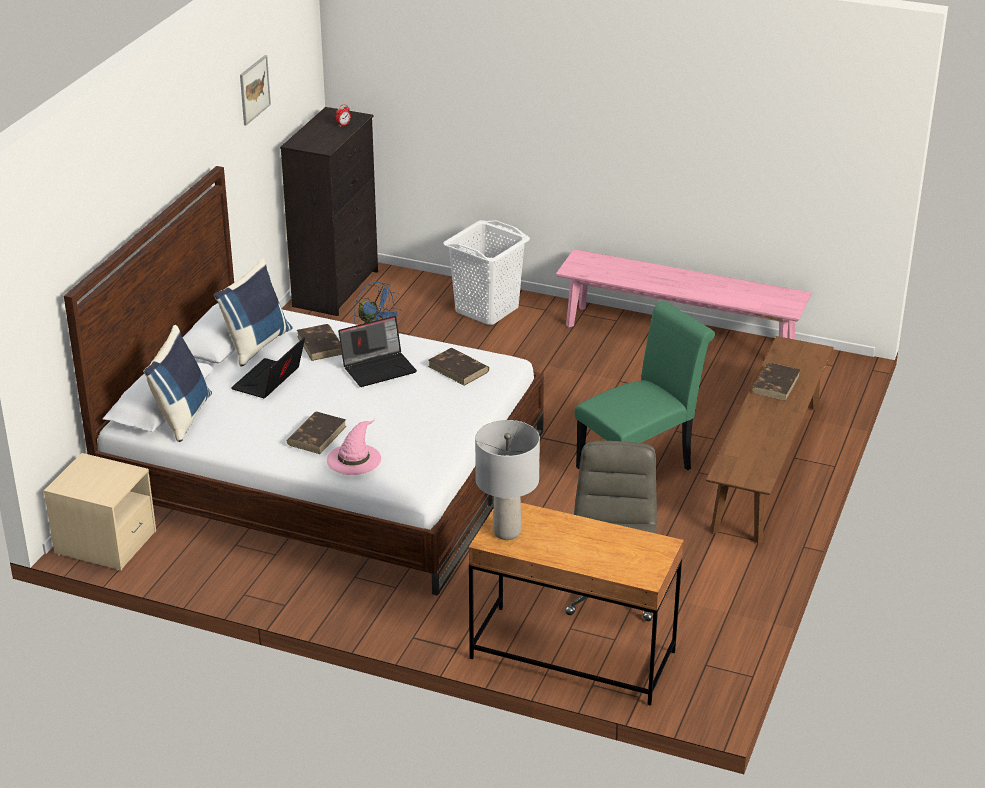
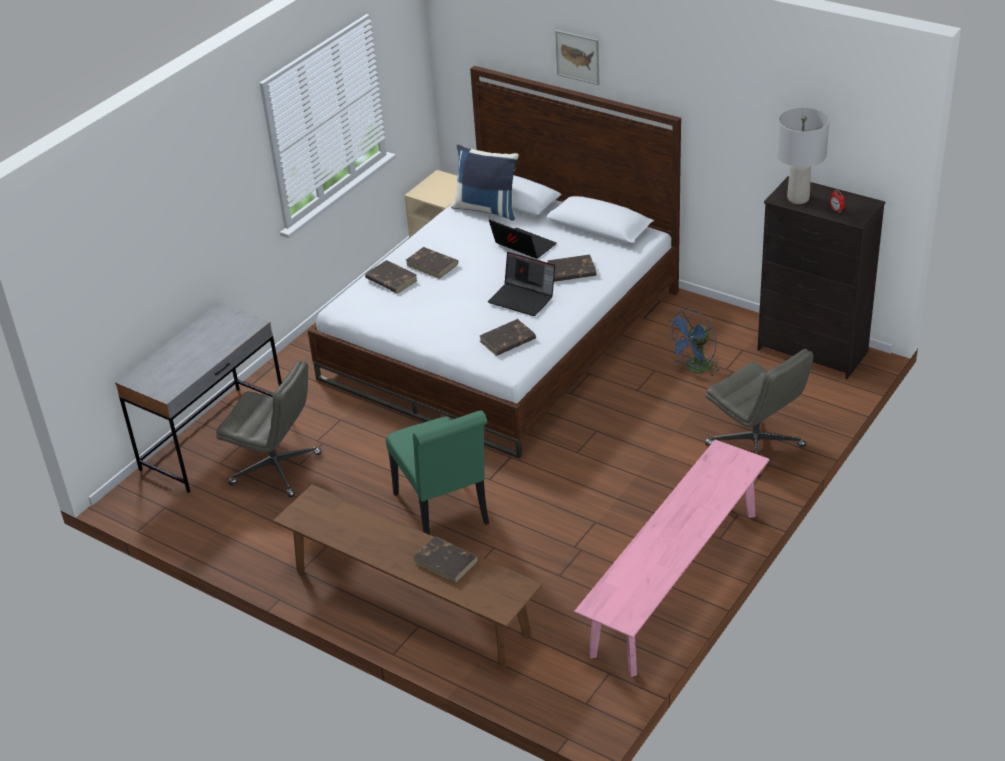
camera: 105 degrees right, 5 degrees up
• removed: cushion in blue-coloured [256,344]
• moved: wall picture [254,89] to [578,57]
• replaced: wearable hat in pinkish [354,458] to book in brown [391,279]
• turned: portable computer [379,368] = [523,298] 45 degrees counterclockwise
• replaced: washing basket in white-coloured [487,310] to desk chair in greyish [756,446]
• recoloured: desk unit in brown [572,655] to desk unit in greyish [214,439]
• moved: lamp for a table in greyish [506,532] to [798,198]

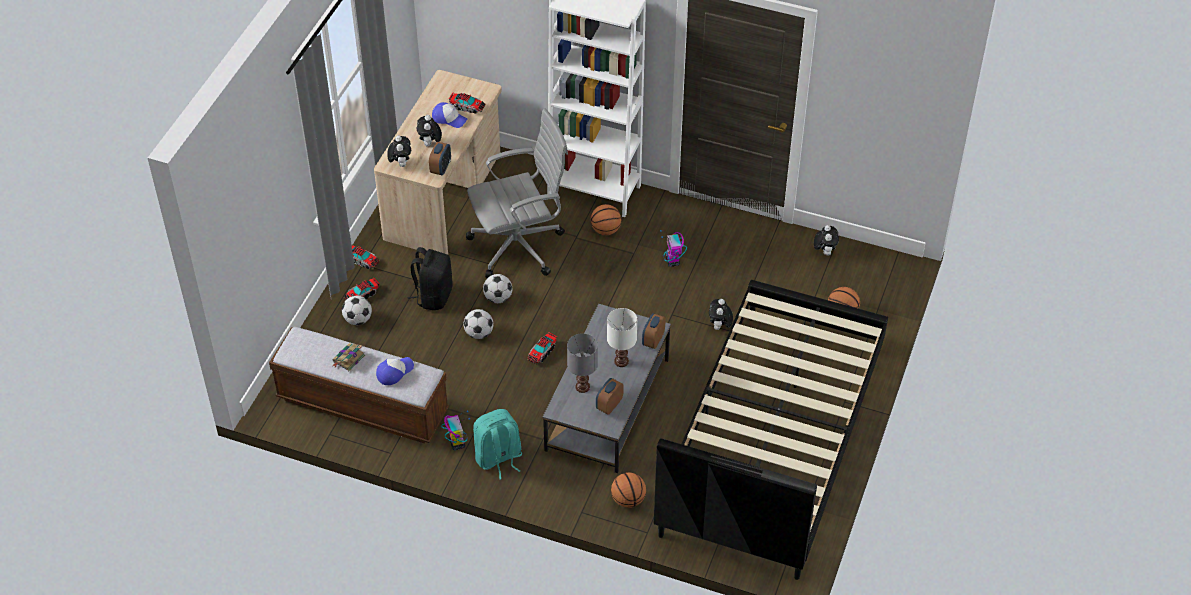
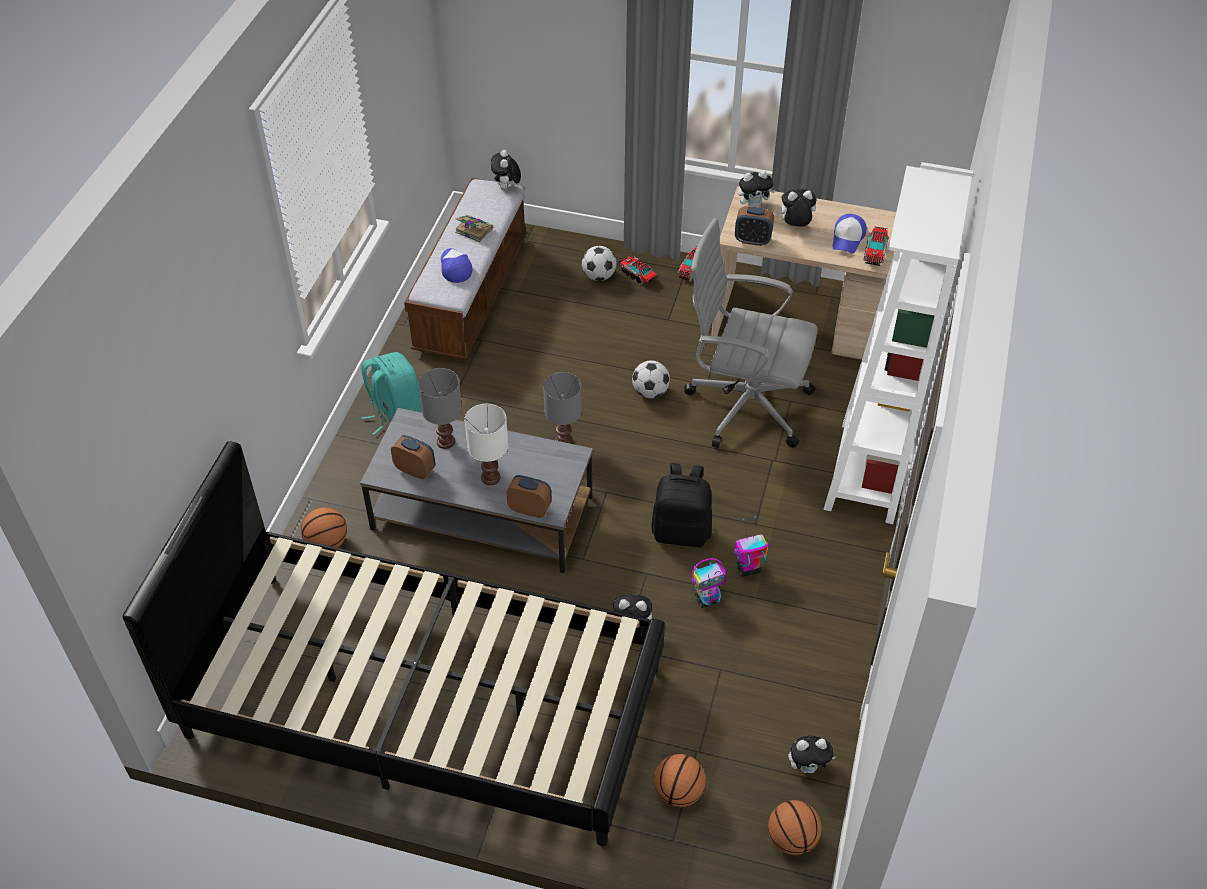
camera: 85 degrees right, 0 degrees up
• turned: baseball cap [394,372] = [455,268] 150 degrees counterclockwise
• moved: rucksack in blackish [433,296] to [681,531]
• moved: model robot [457,443] to [707,599]
• removed: football ball [479,333]
• turned: desk chair in greyish [520,246] = [745,405] 135 degrees clockwise
• replaced: toy lorry [542,352] to lamp for a table in greyish [564,441]
• moved: ball for basketball [605,230] to [791,839]
• added: plush toy [506,188]

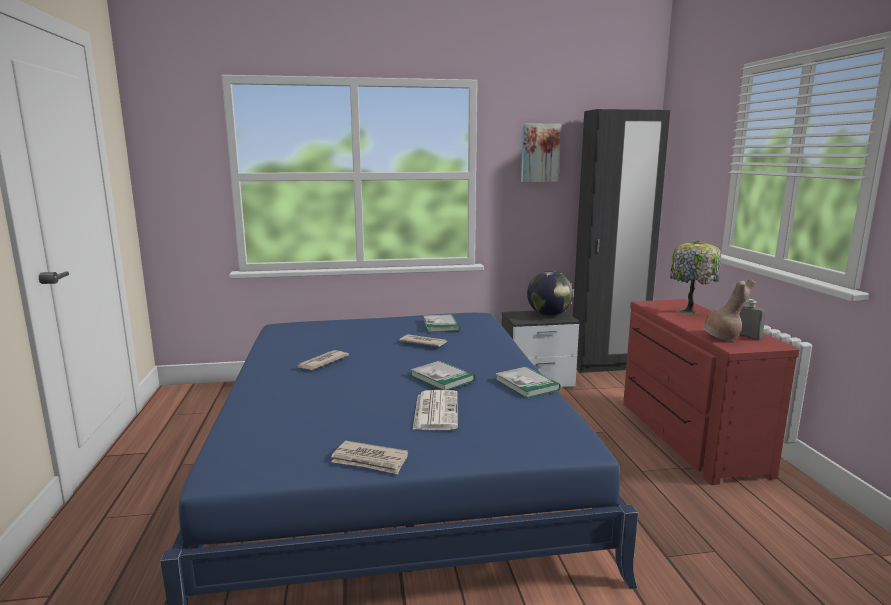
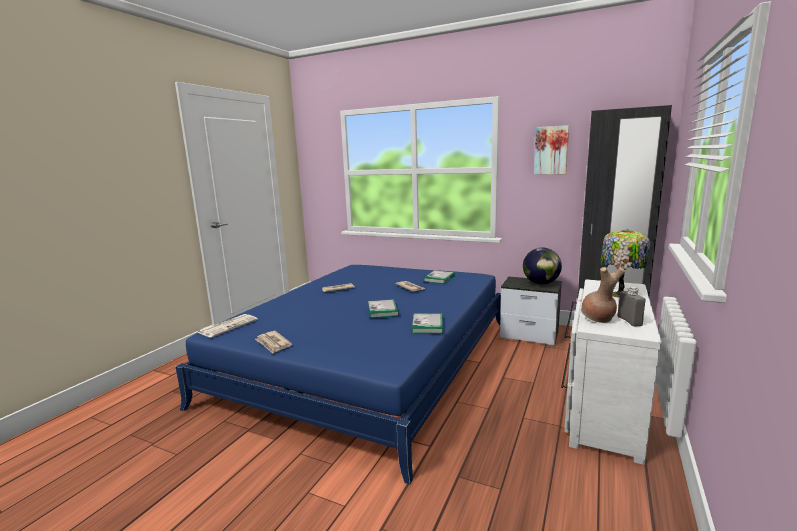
camera: 35 degrees right, 0 degrees up
• moved: printed paper [435,410] to [228,326]
• recoloured: drawer chest in red [686,437] to drawer chest in white-coloured [601,406]

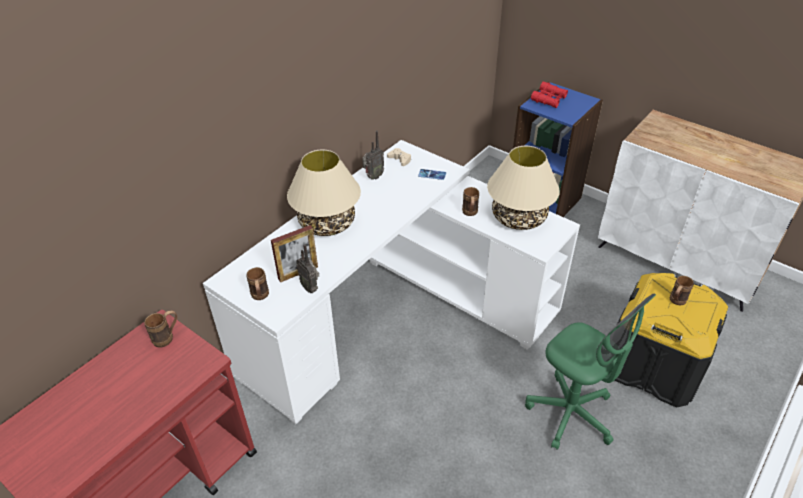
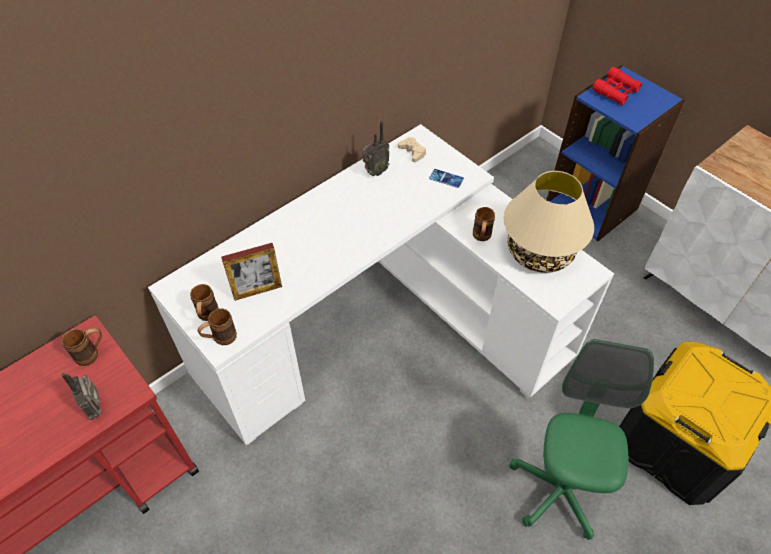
camera: 10 degrees right, 10 degrees up
• removed: lamp for a table in beige [327,223]
• moved: radio [310,287] to [97,407]
• turned: desk chair in greenish [571,414] = [560,489] 135 degrees counterclockwise
• moved: mug in brown [675,302] to [220,339]

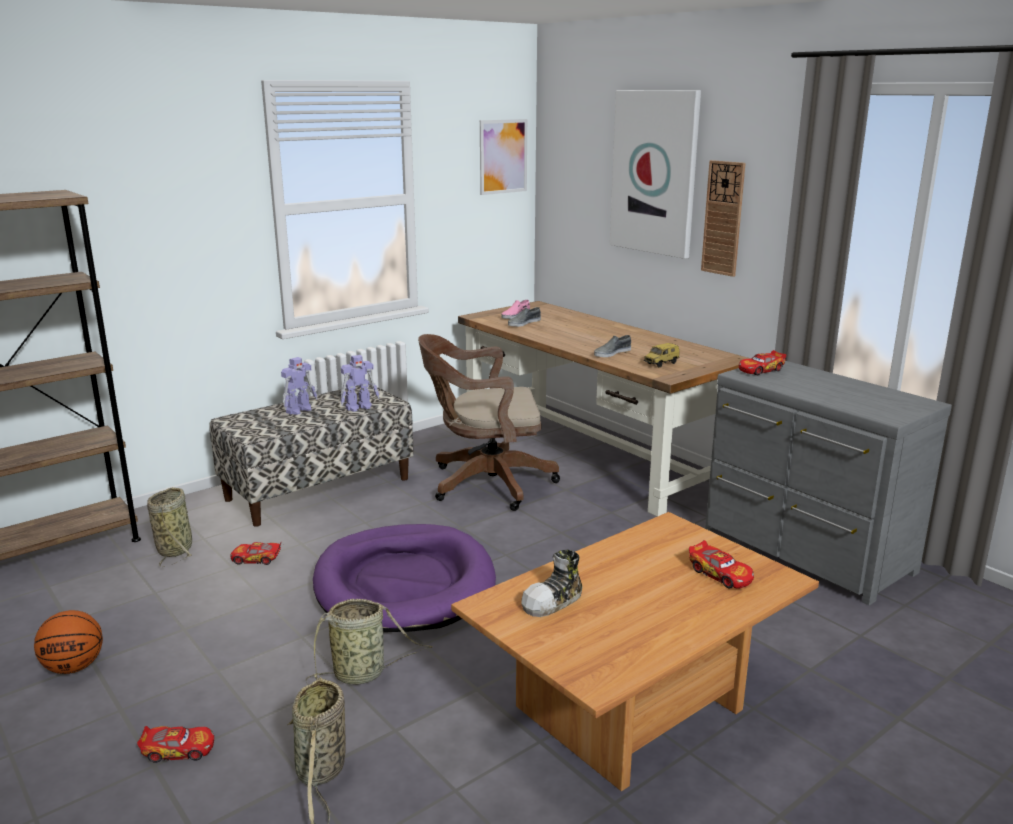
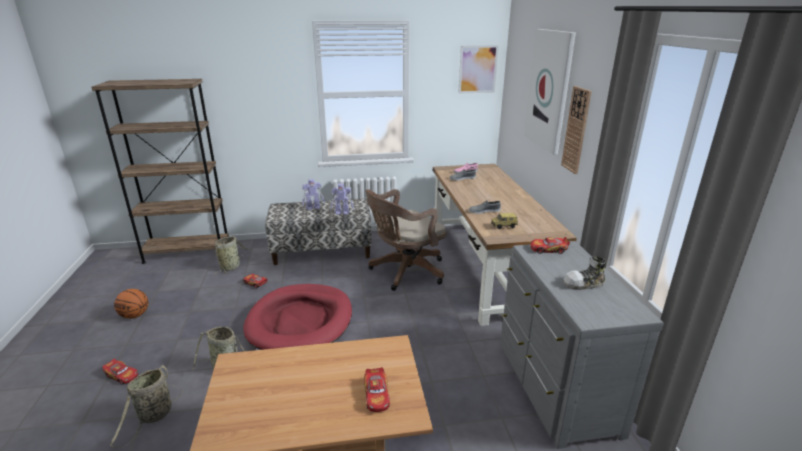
camera: 30 degrees right, 5 degrees up
• recoloured: dog cushion in purplish [404,584] to dog cushion in red [300,322]
• turned: desk chair in brown [485,483] = [404,272] 60 degrees counterclockwise
• moved: low shoe [553,601] to [584,284]

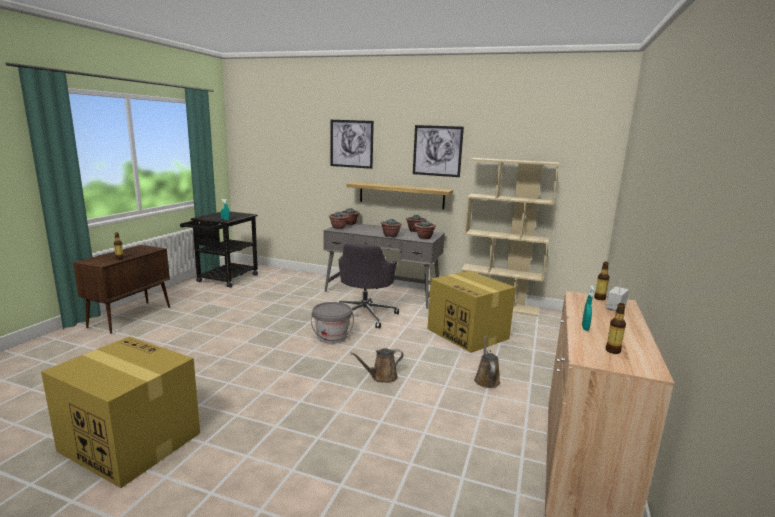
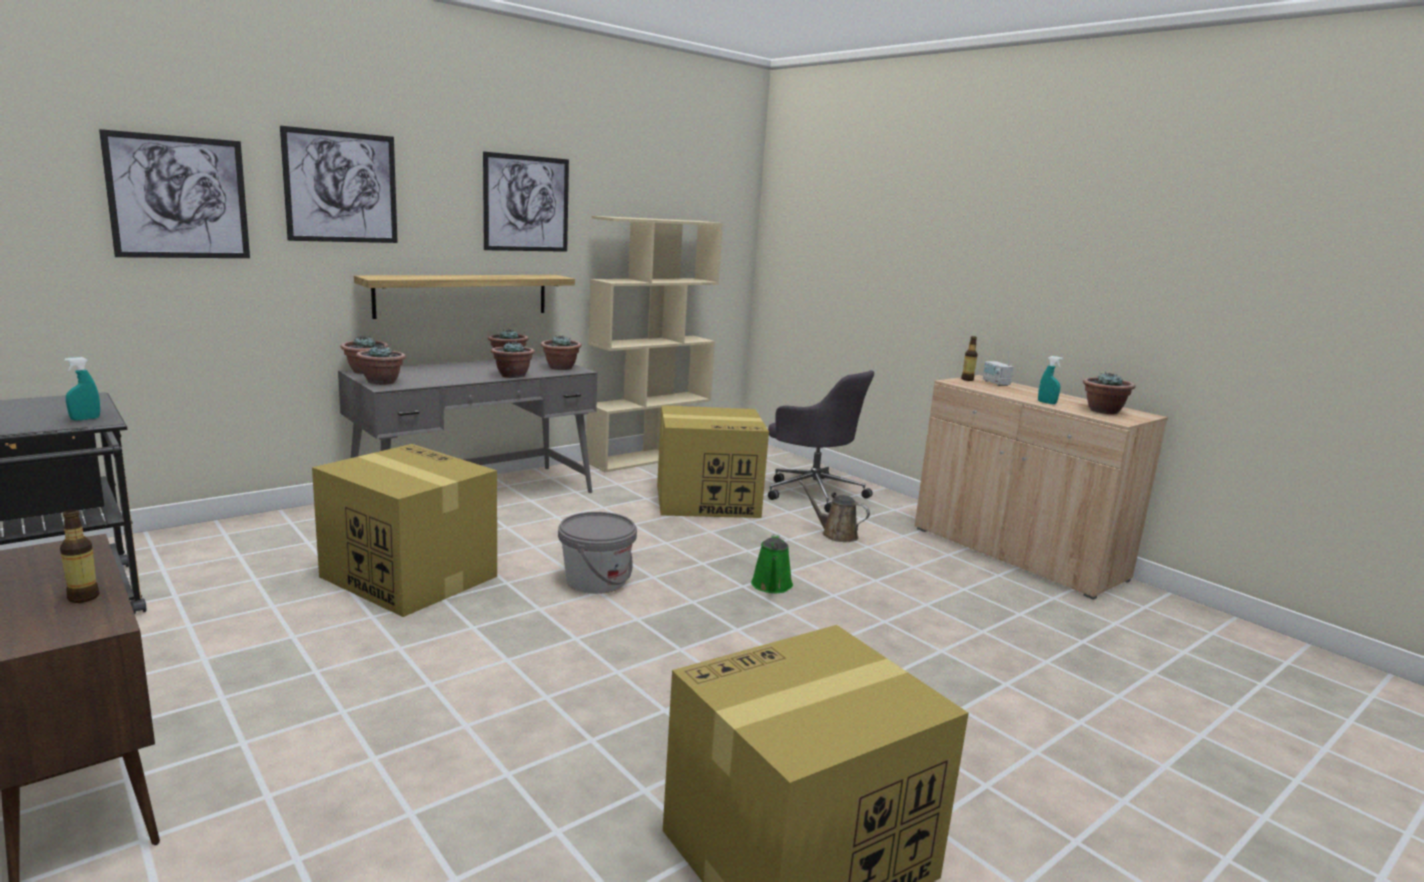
camera: 60 degrees left, 0 degrees up
• moved: desk chair in greyish [365,315] to [813,492]
• recoloured: watering pot in brown [381,377] to watering pot in greenish [771,586]
• replaced: drink bottle [612,351] to potted plant [1103,411]
• added: wall picture [179,197]
• added: packing box [407,576]

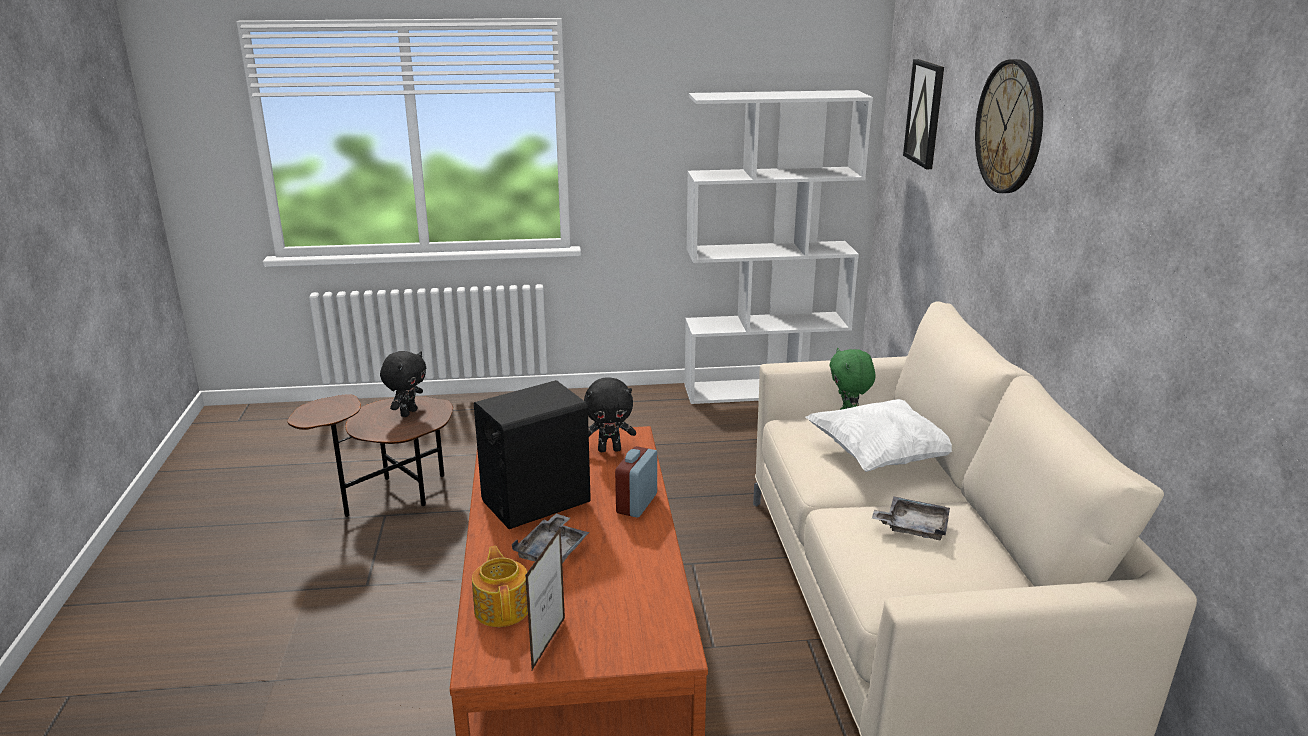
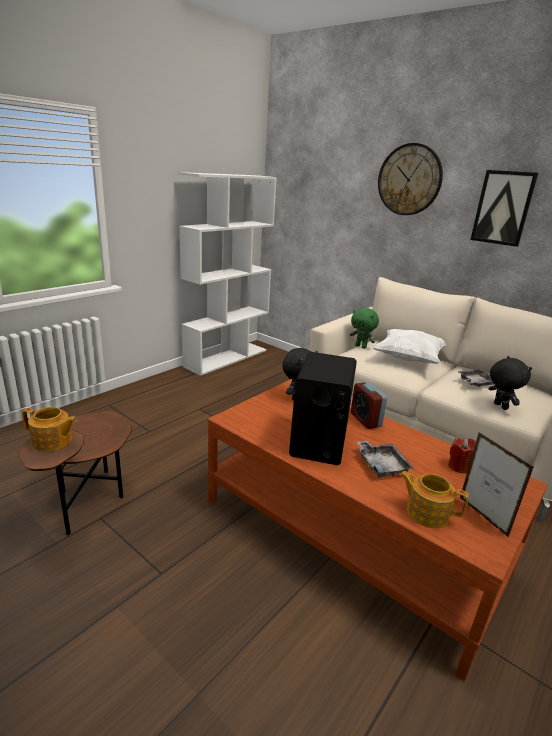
camera: 45 degrees left, 0 degrees up
• moved: plush toy in blackish [408,413] to [499,406]
• moved: wall picture [925,113] to [503,208]
• added: teapot [52,441]
• added: wax light in red [459,467]

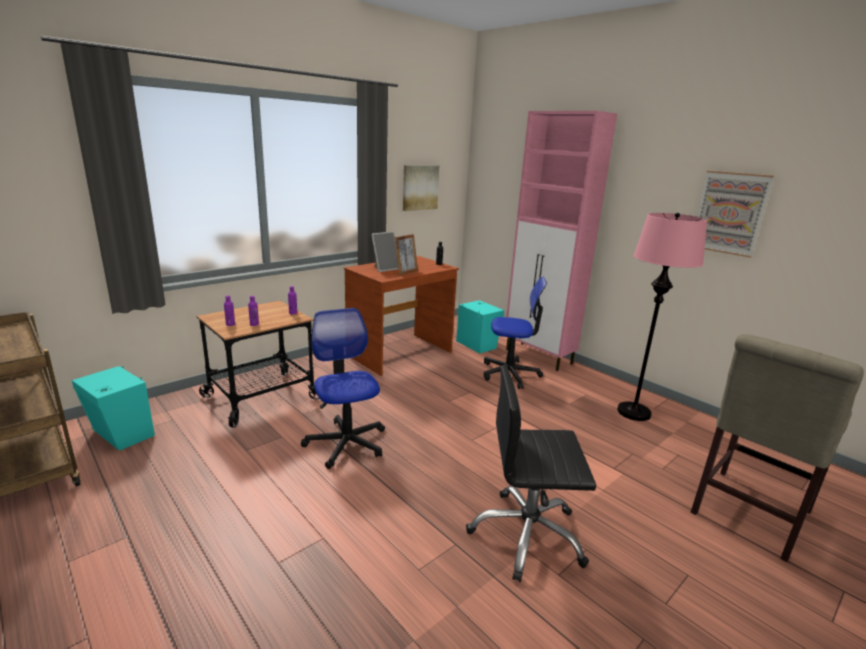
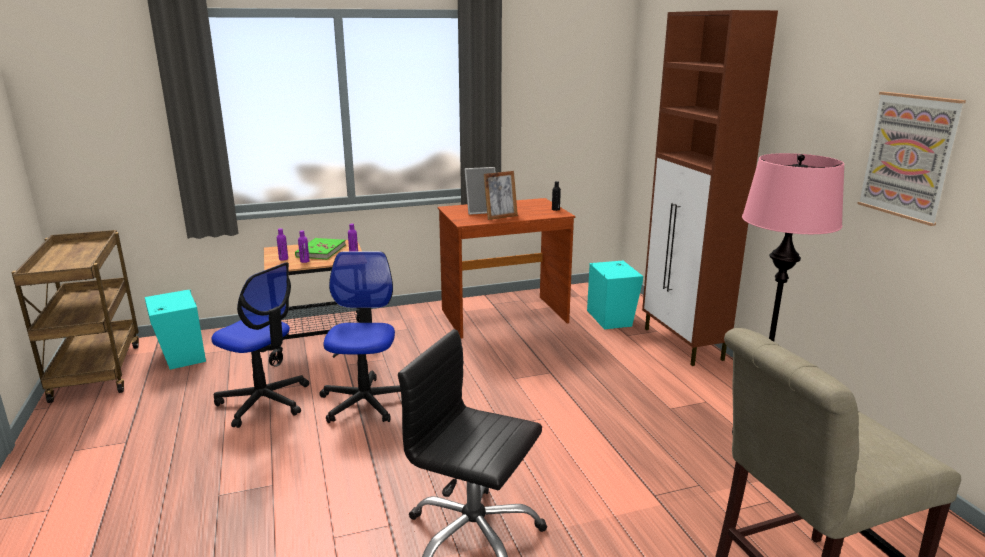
camera: 25 degrees right, 0 degrees up
• removed: wall picture [419,187]
• moved: desk chair [510,374] to [264,402]
• recoloured: storage cabinet in pinkish [539,357] to storage cabinet in brown [683,344]
• added: book in greenish [321,251]

